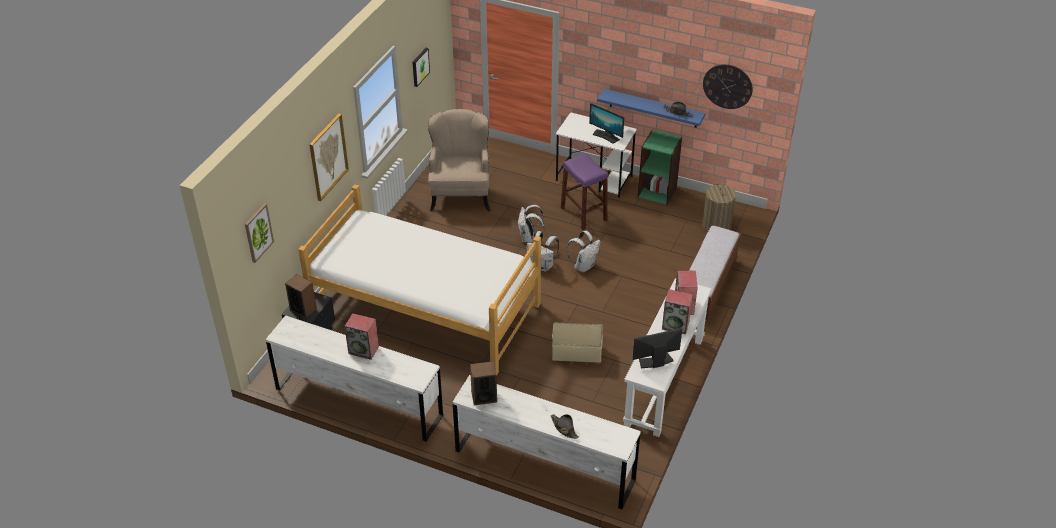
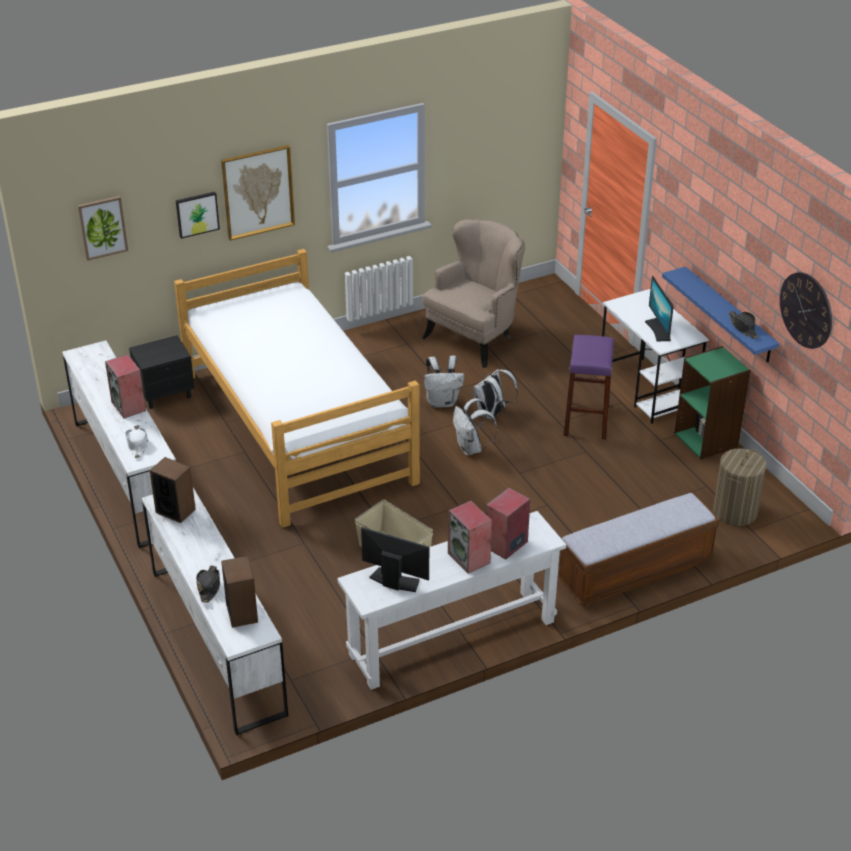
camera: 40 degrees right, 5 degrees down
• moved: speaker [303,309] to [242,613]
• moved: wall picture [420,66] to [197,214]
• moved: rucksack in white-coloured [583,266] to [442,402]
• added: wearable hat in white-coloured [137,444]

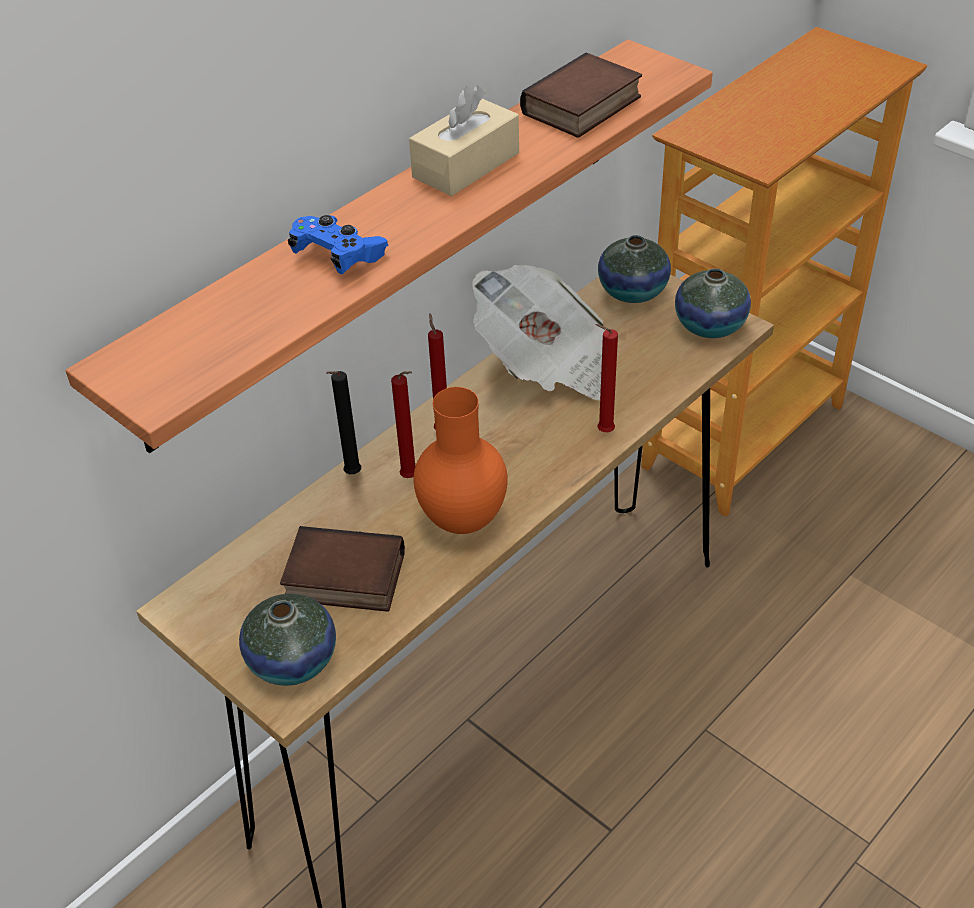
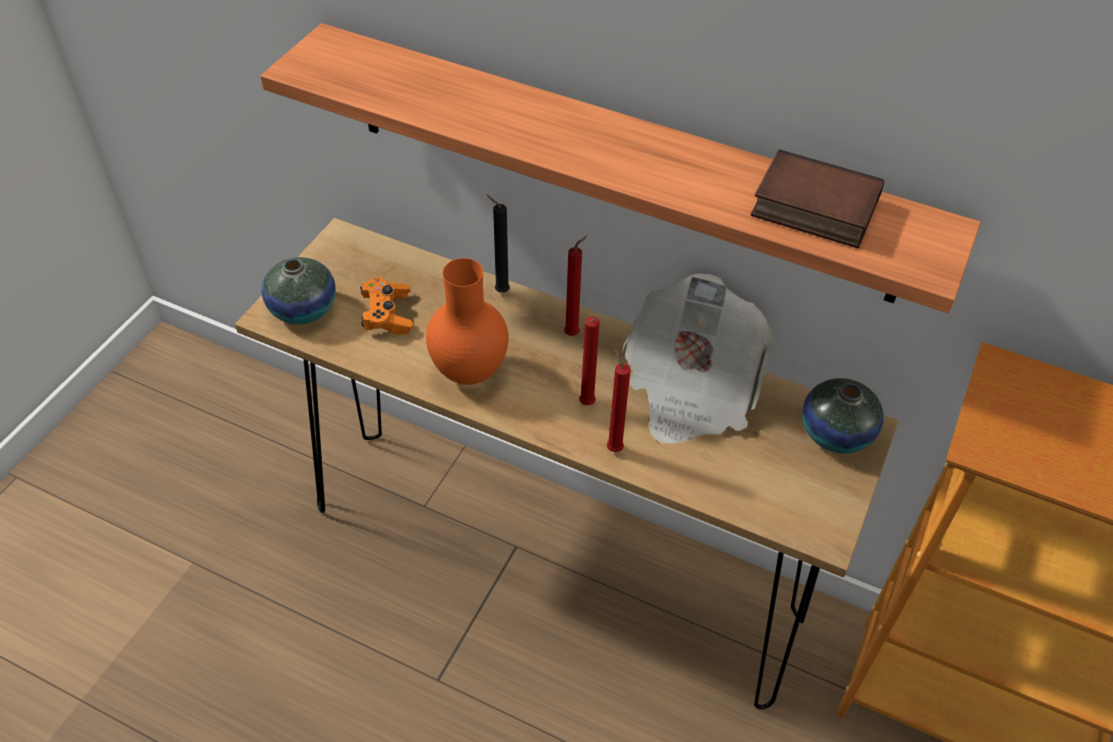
camera: 70 degrees right, 5 degrees up
• replaced: book [342,579] to joypad in orangey [387,315]
• removed: joypad in blue-coloured [338,255]
• moved: wax light in red [411,478] to [586,405]
• removed: tissue holder in beige [466,165]
• removed: flower vase [710,325]

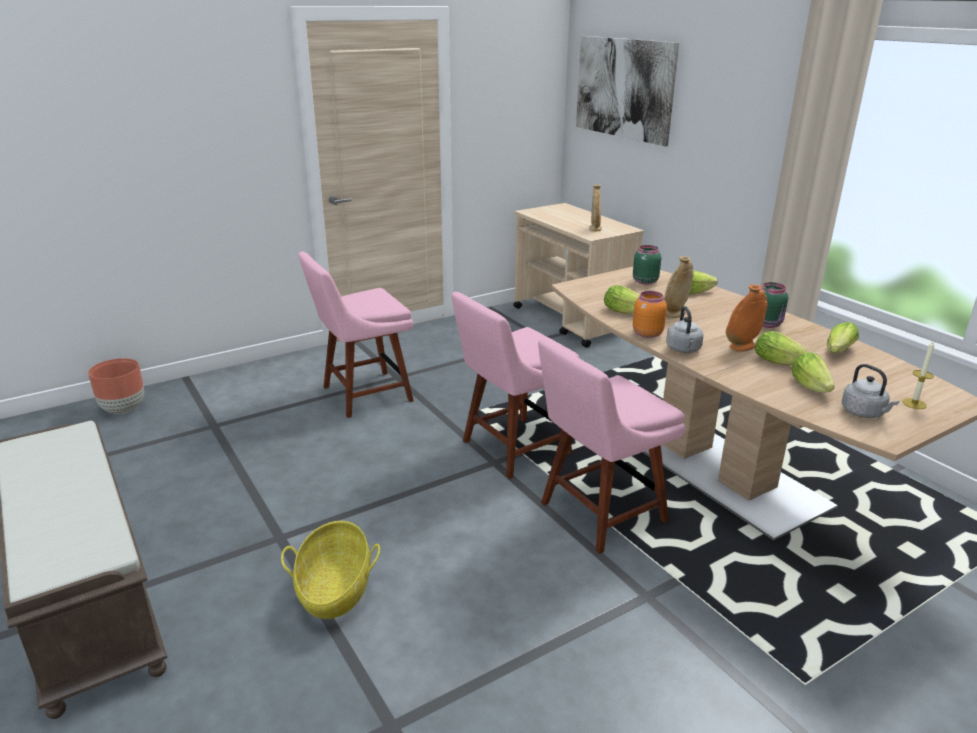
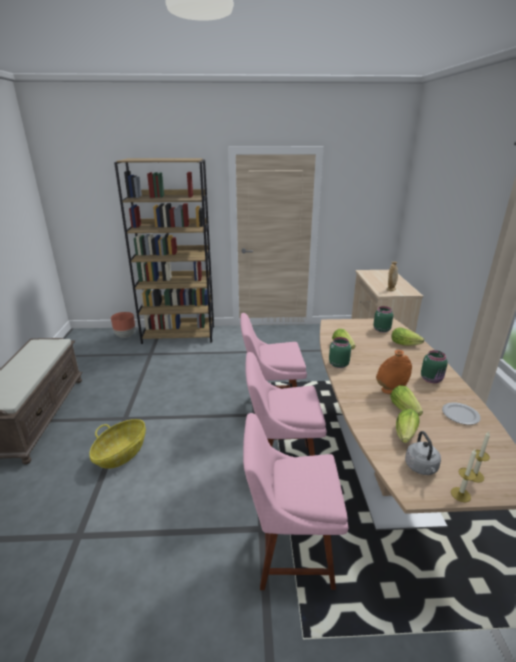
camera: 30 degrees right, 0 degrees up
• moved: chair in pinkish [362,395] to [289,553]
• removed: wall picture [624,88]
• recoloured: storage jar in orangey [646,333] to storage jar in greenish [338,364]
• removed: flower vase in beige [675,314]
• removed: kettle in greyish [683,350]
• replaced: lettuce head [837,352] to plate [461,415]
• added: bookshelf in brown [179,334]
• added: wax light [460,494]

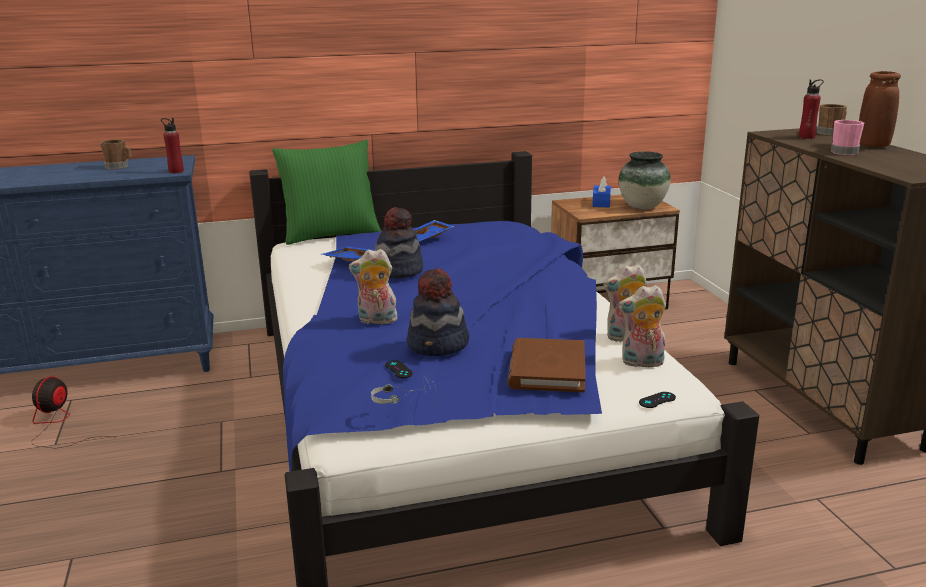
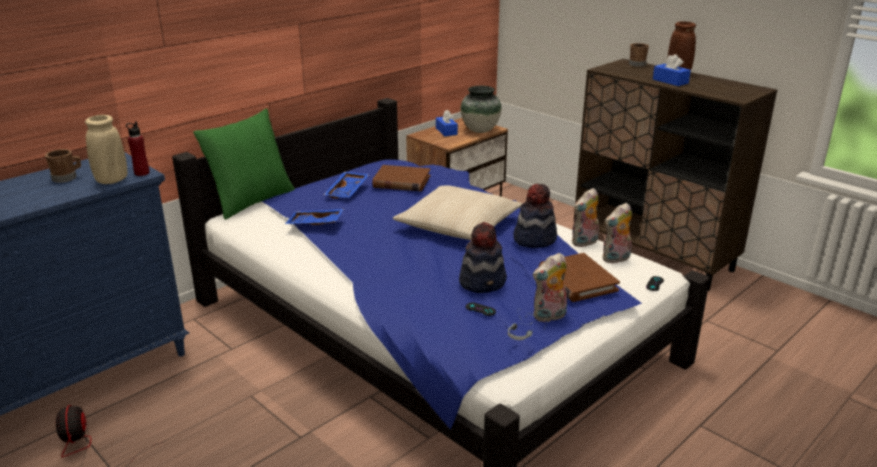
camera: 30 degrees left, 5 degrees up
• moved: plush toy [376,321] to [549,316]
• moved: wearable hat [398,270] to [534,239]
• removed: drink bottle in red [806,137]
• replaced: mug in pinkish [842,151] to tissue holder in blue-coloured [670,81]
• added: flower vase in beige [112,180]
• added: book in brown [401,181]
• added: cushion in beige [458,225]

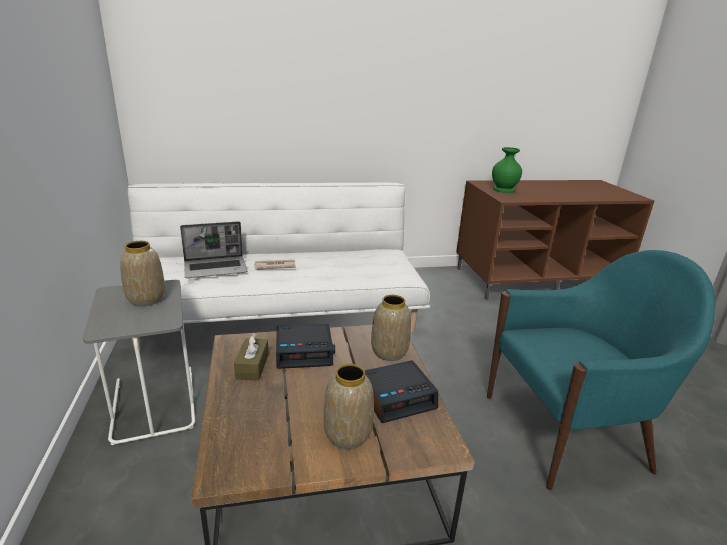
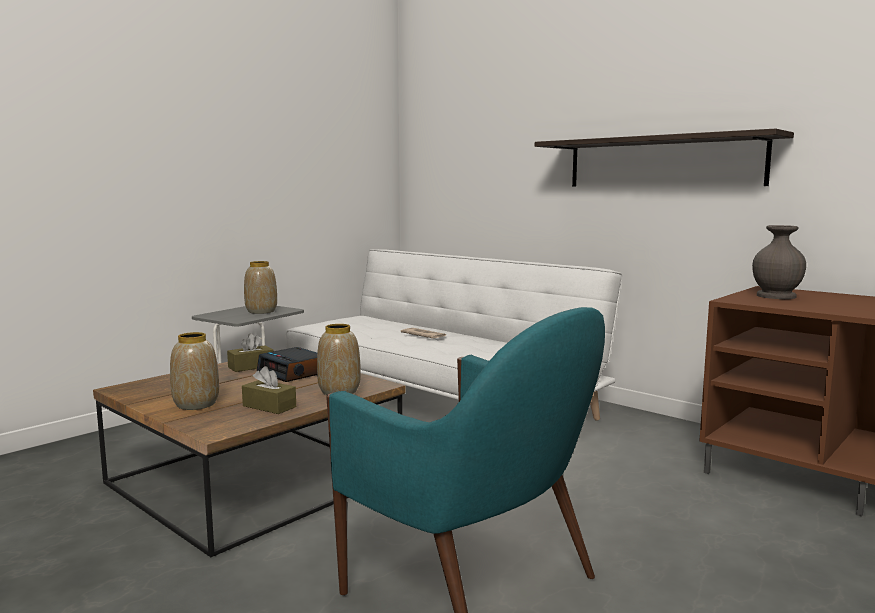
camera: 55 degrees right, 15 degrees down
• removed: portable computer [216,268]
• replaced: table clock [396,397] to tissue holder in brown [269,406]
• recoloured: flower vase in greenish [503,190] to flower vase in greyish [776,296]
• added: bracket shelf [662,162]

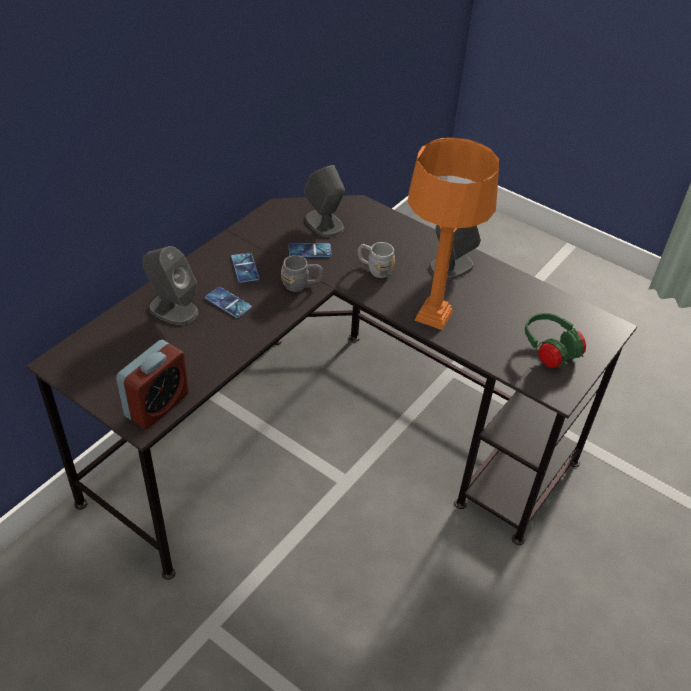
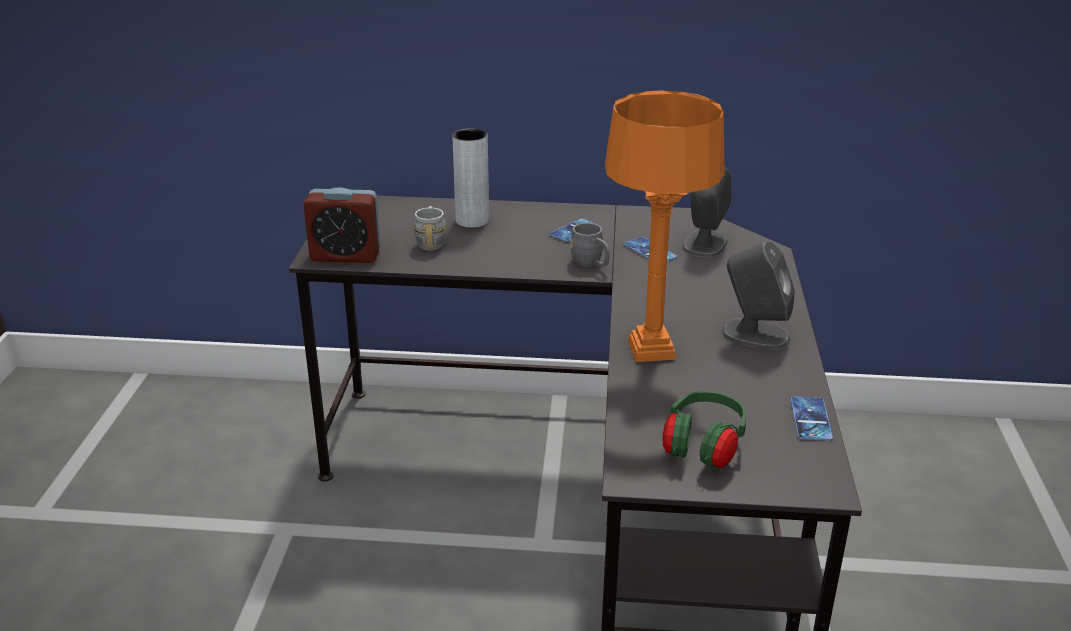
camera: 60 degrees right, 15 degrees down
• replaced: speaker in greyish [172,309] to flower vase in greyish [472,221]
• moved: telephone [228,302] to [810,419]
• moved: mug in greyish [374,269] to [431,241]

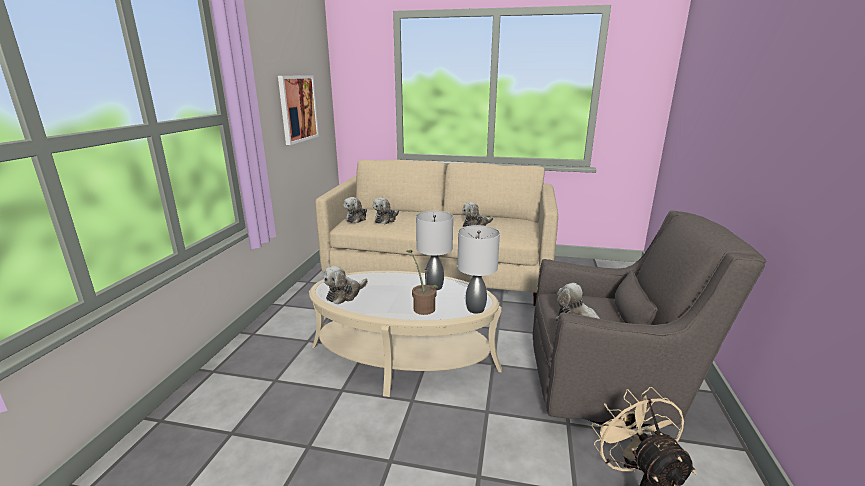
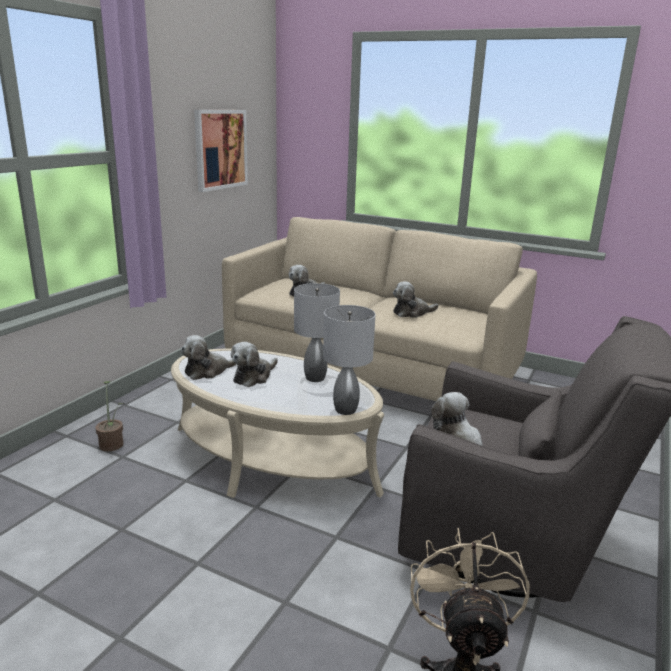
camera: 15 degrees right, 0 degrees up
• moved: plush toy [356,218] to [254,377]
• moved: potted plant [423,307] to [112,443]

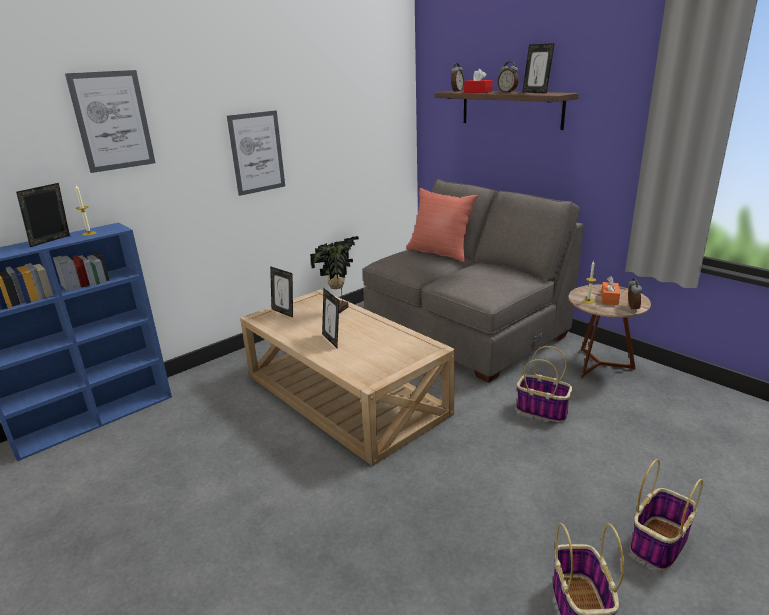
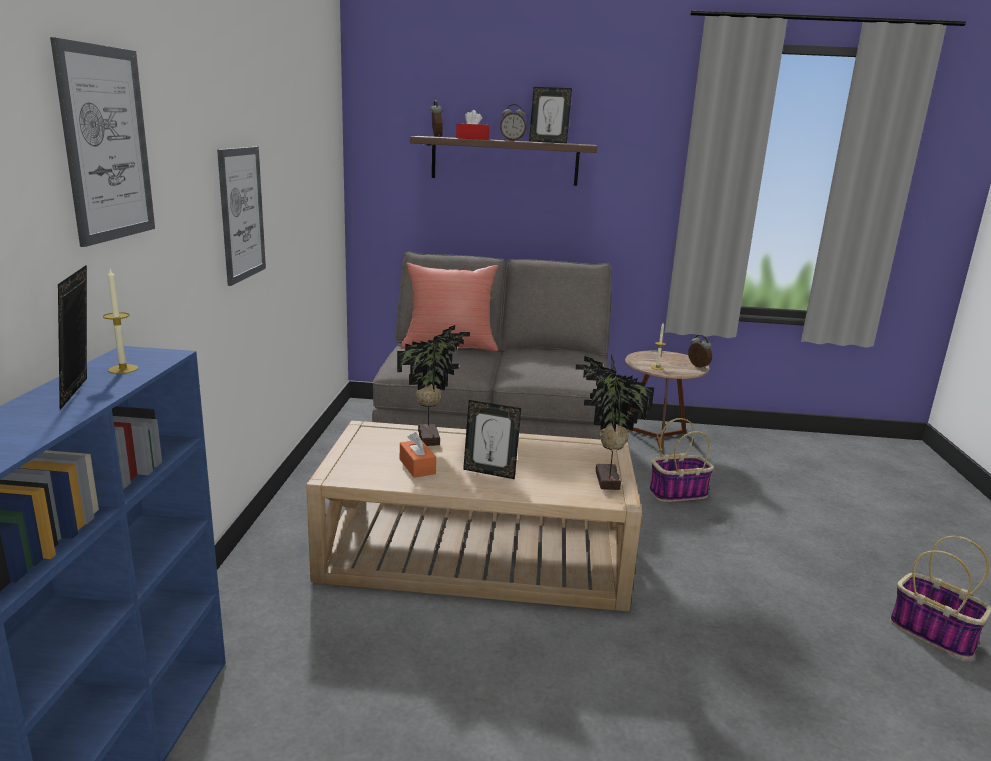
camera: 45 degrees left, 5 degrees down
• removed: photo frame [284,312]
• moved: tissue holder in orangey [609,299] to [417,466]
• removed: basket [659,542]
• added: potted plant [604,481]

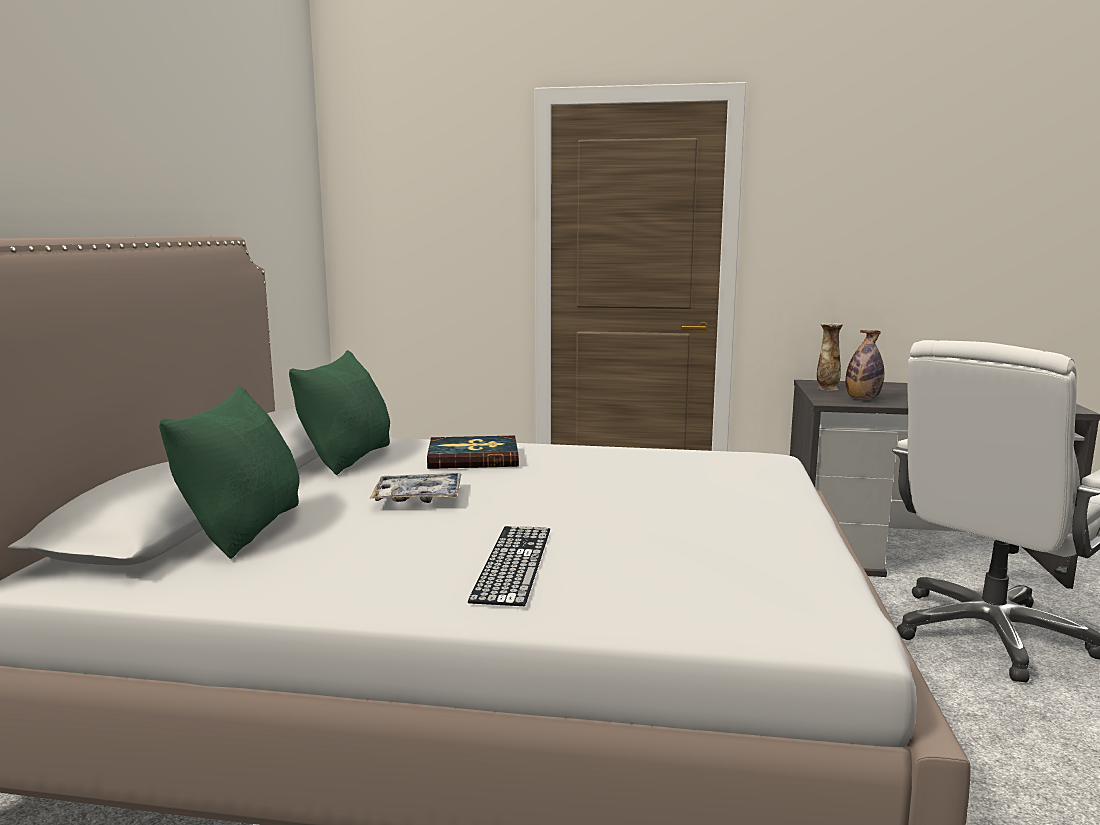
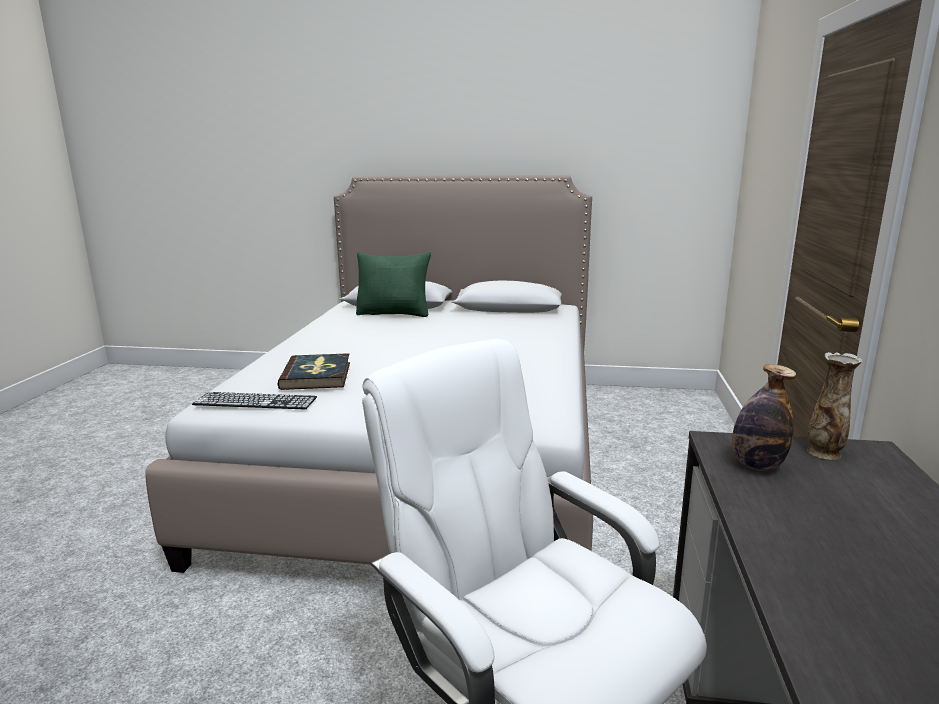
camera: 90 degrees right, 5 degrees up
• removed: cushion in greenish [348,458]
• removed: tray [418,497]
• moved: book [473,457] to [317,375]
• moved: PC keyboard [513,563] to [255,401]

